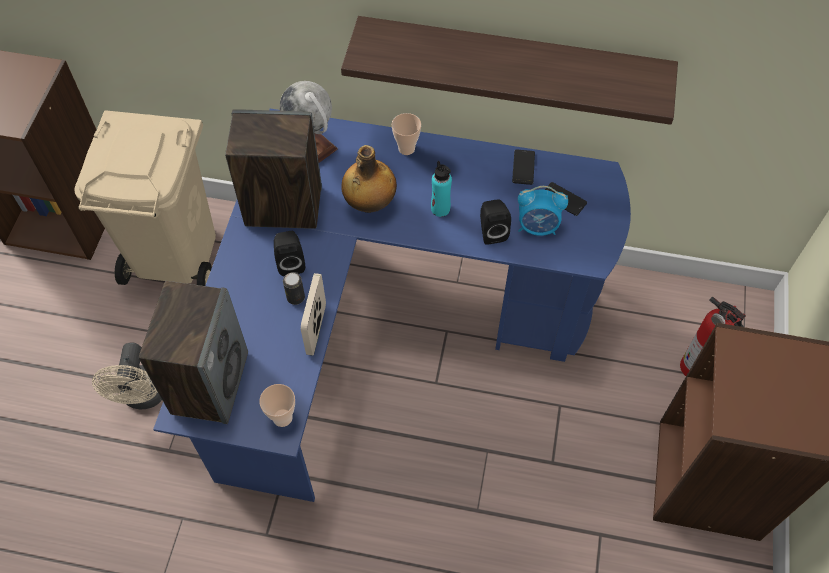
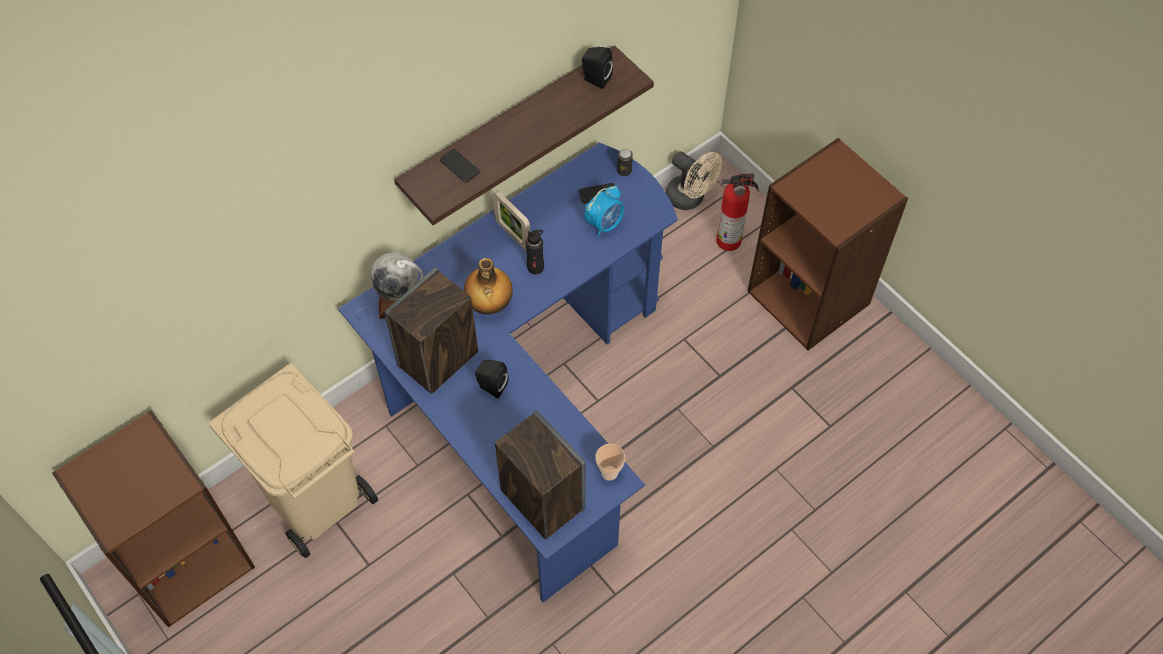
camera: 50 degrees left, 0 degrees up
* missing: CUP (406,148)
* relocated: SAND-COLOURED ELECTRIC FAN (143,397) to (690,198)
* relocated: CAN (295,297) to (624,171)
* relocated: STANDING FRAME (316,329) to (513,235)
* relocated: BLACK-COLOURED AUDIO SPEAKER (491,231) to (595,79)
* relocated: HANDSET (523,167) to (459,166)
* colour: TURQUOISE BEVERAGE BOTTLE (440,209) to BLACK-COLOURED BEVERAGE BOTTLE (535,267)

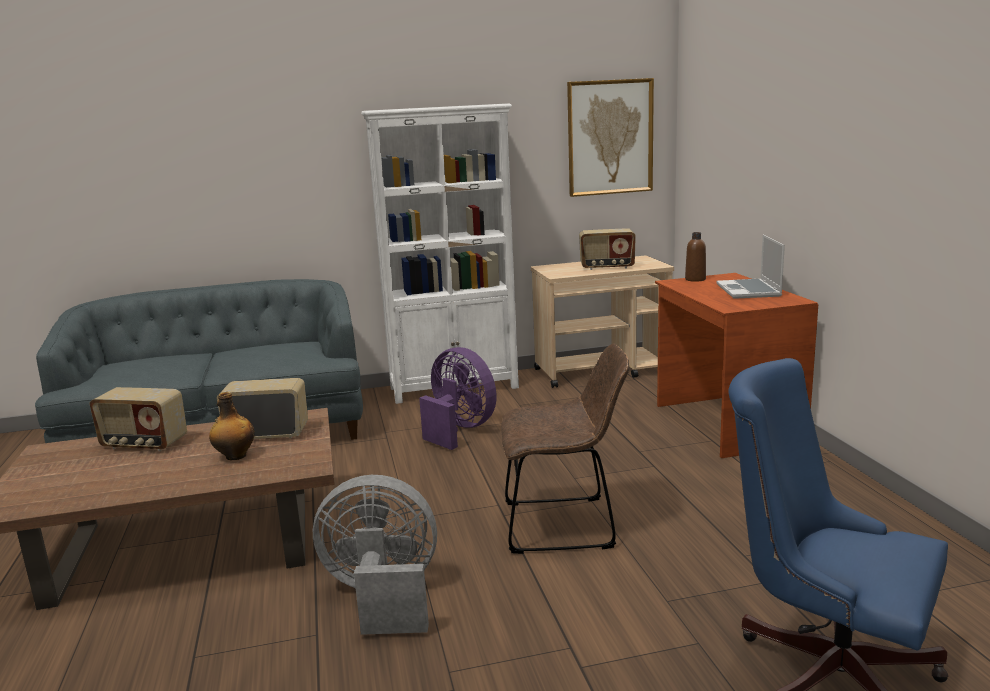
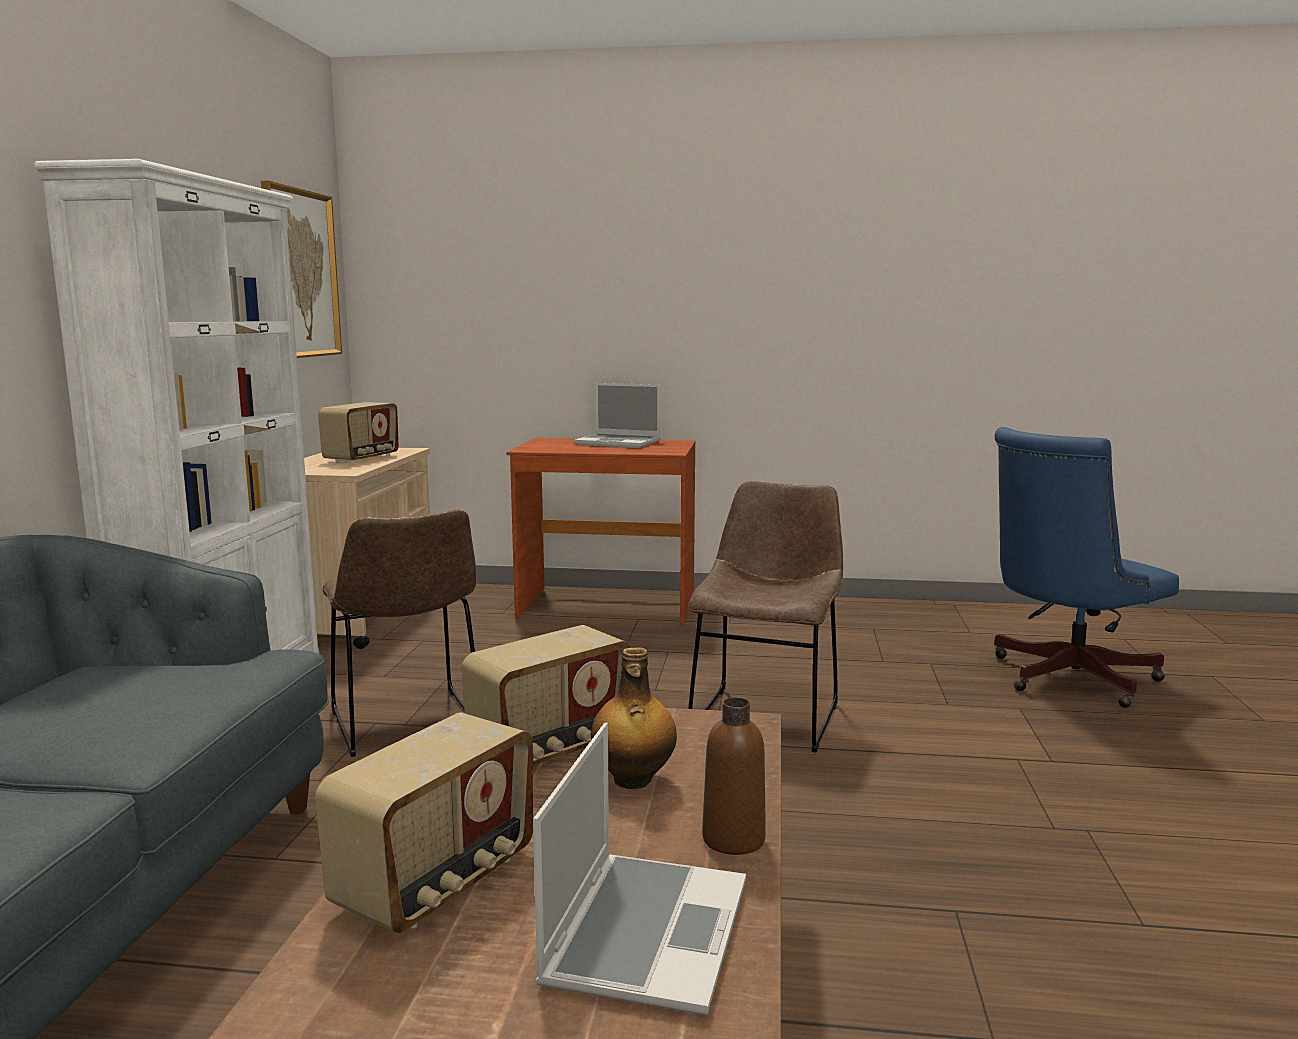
camera: 70 degrees left, 5 degrees down
* missing: GRAY ELECTRIC FAN (383,597)
* appeared: NOTEBOOK COMPUTER (645,931)
* relocated: BROWN BEVERAGE BOTTLE (695,279) to (733,839)
* exchanged: PURPLE-COLOURED ELECTRIC FAN (459,430) to BROWN CHAIR (407,725)
* spun: RADIO RECEIVER (268,434) = (552,748) 150 degrees counterclockwise

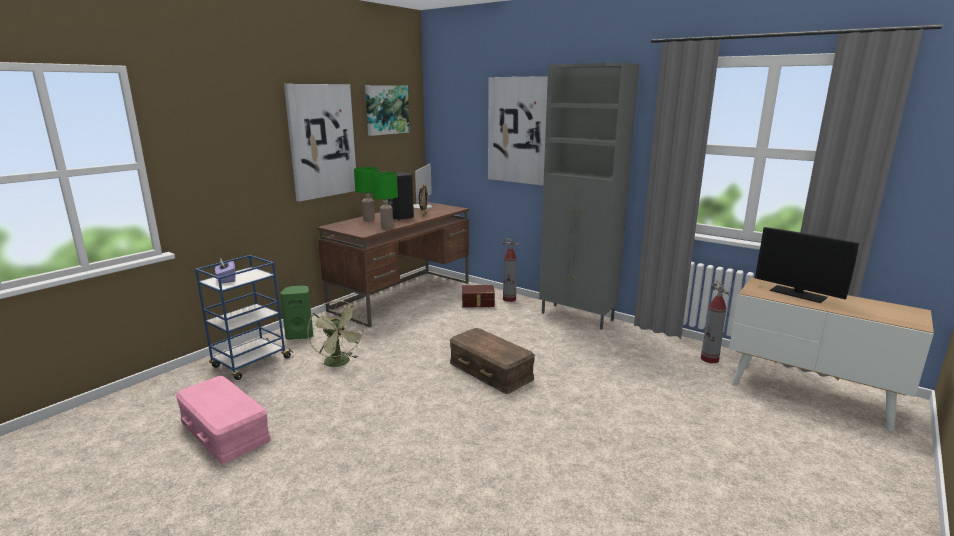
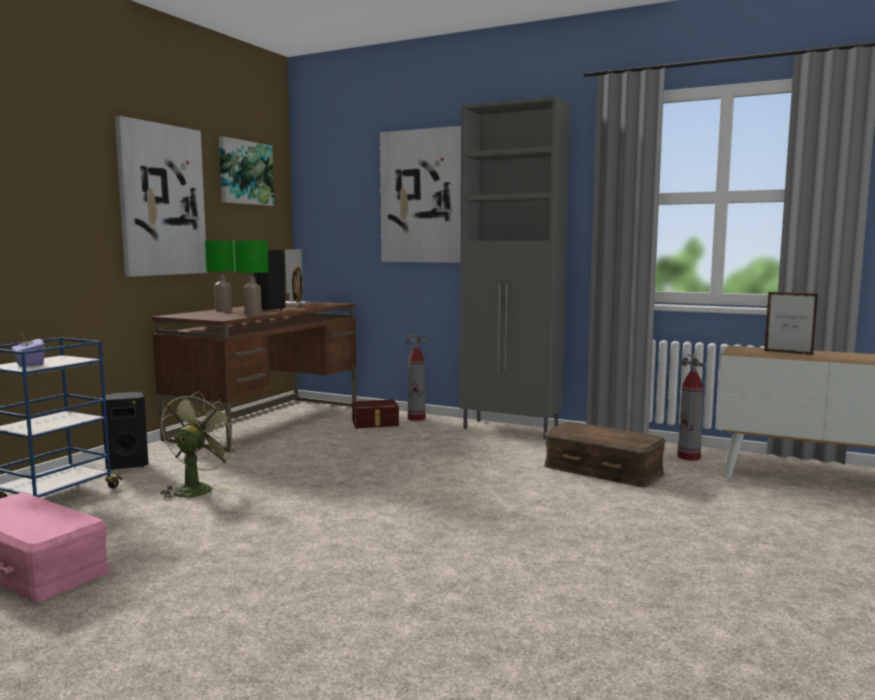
camera: 10 degrees left, 10 degrees down
* relocated: BROWN STORAGE BOX (491,370) to (603,469)
* exchanged: COMPUTER SCREEN (798,294) to STANDING FRAME (788,353)
* colour: GREEN-COLOURED AUDIO SPEAKER (300,335) to BLACK-COLOURED AUDIO SPEAKER (128,465)
* spun: GREEN-COLOURED ELECTRIC FAN (340,363) = (196,489) 120 degrees counterclockwise

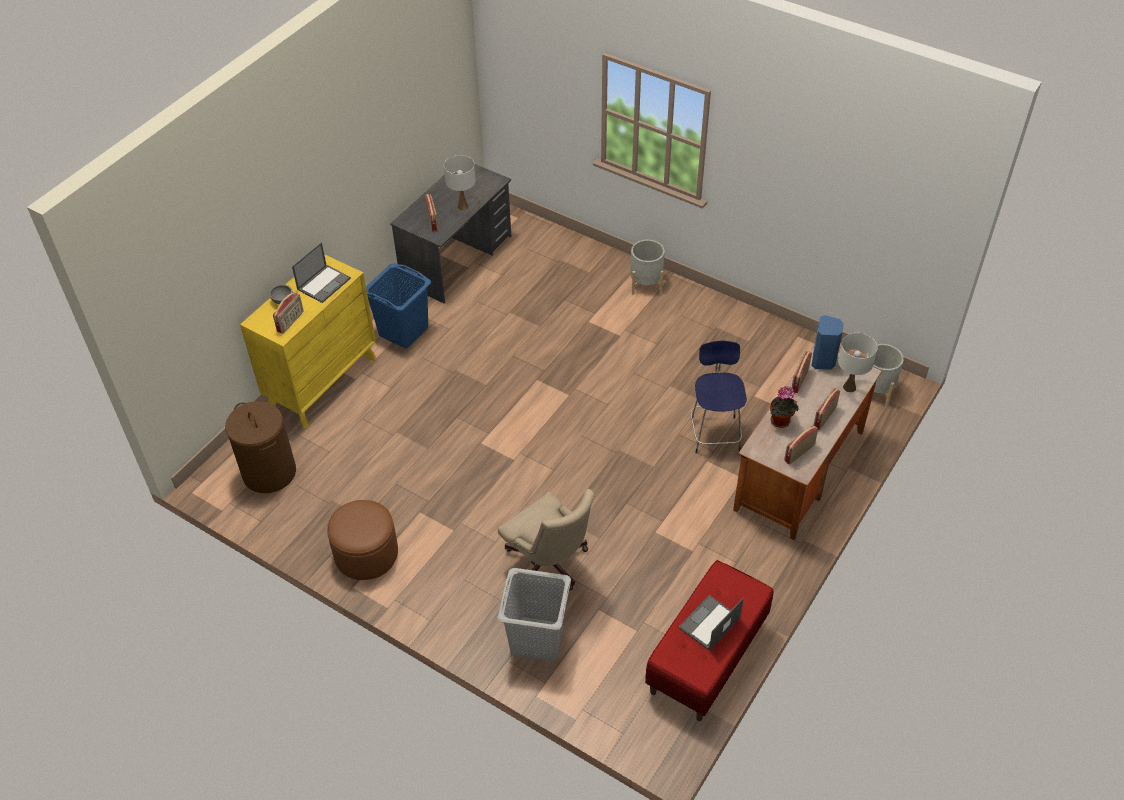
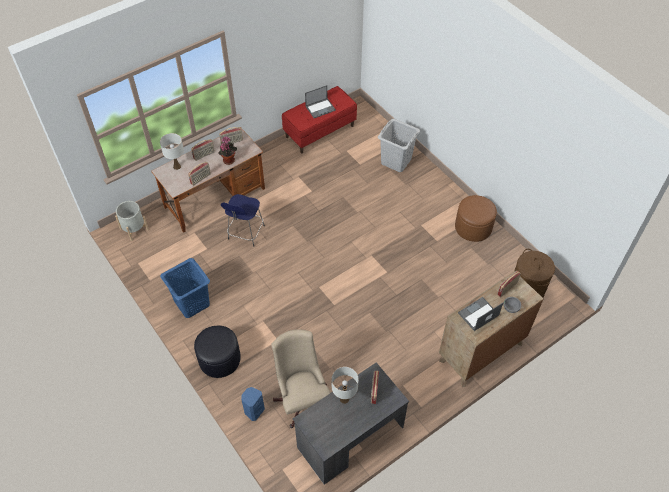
camera: 160 degrees left, 5 degrees up
* relocated: BLUE HAMPER (404,331) to (191,303)
* relocated: SAND-COLOURED COMPUTER CHAIR (549,565) to (302,398)
* relocated: BLUE AUDIO SPEAKER (823,361) to (254,411)
* exchanged: GRAY FLOWER POT (646,284) to BLACK-COLOURED FOOTREST (219,359)
* colour: YELLOW-COLOURED DRESSER (322,382) to BROWN DRESSER (481,352)

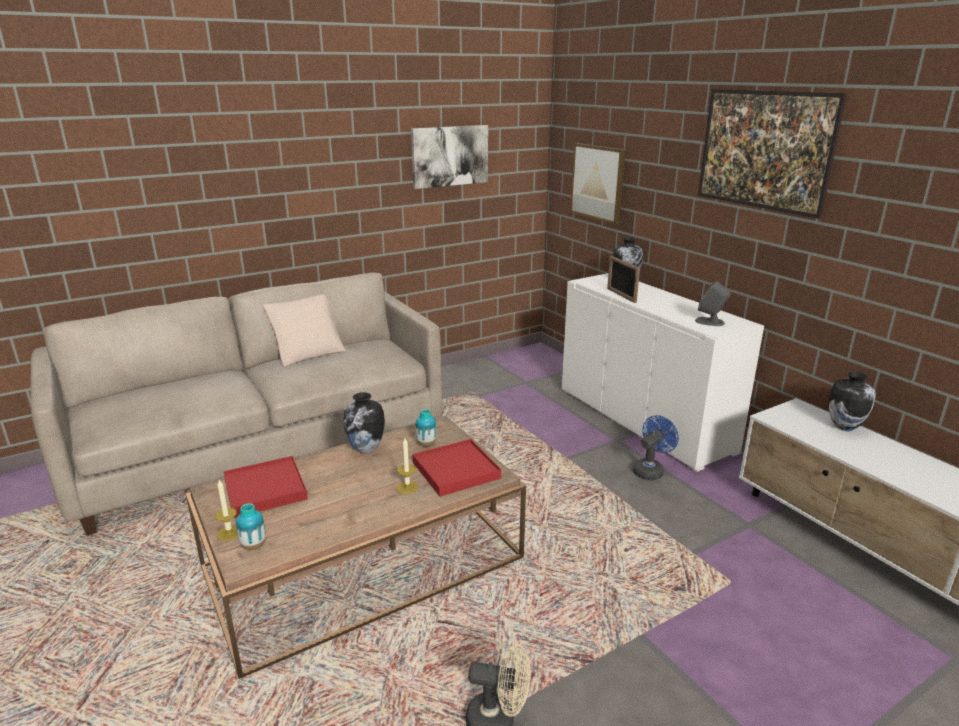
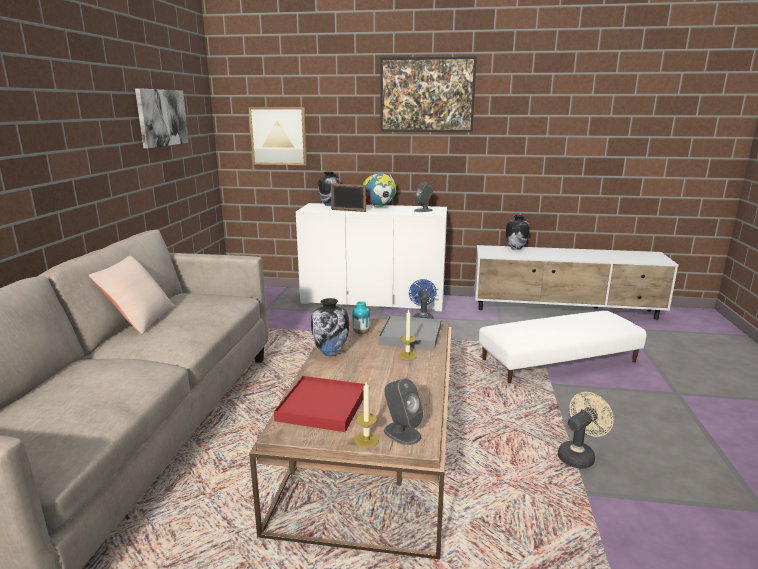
camera: 50 degrees left, 5 degrees down
* appeared: WORLD GLOBE (379,207)
* appeared: WHITE-COLOURED FOOTREST (558,360)
* exchanged: FLOWER VASE (253,546) to GRAY AUDIO SPEAKER (401,433)
* colour: RED TRAY (456,470) to GRAY TRAY (410,335)

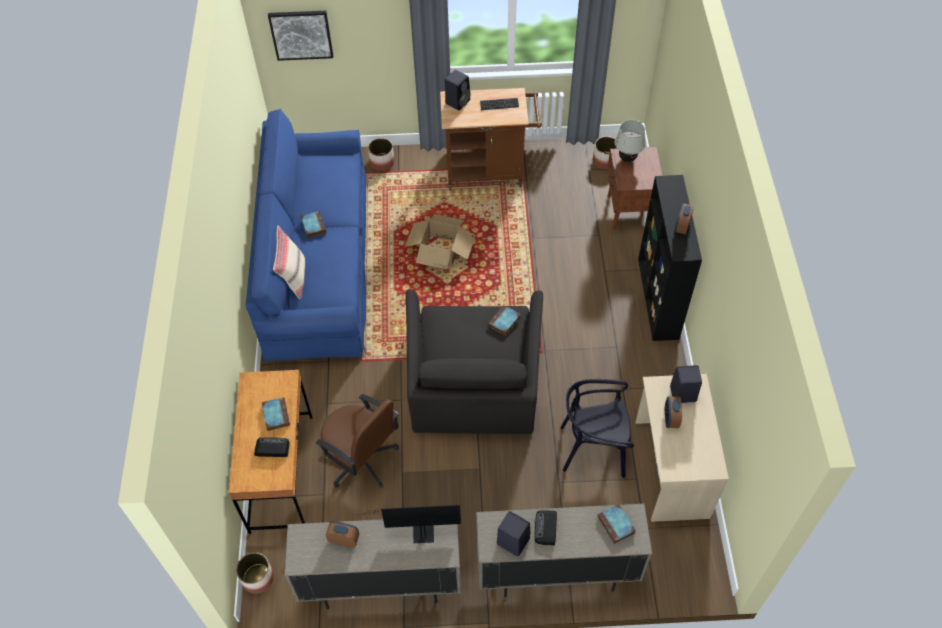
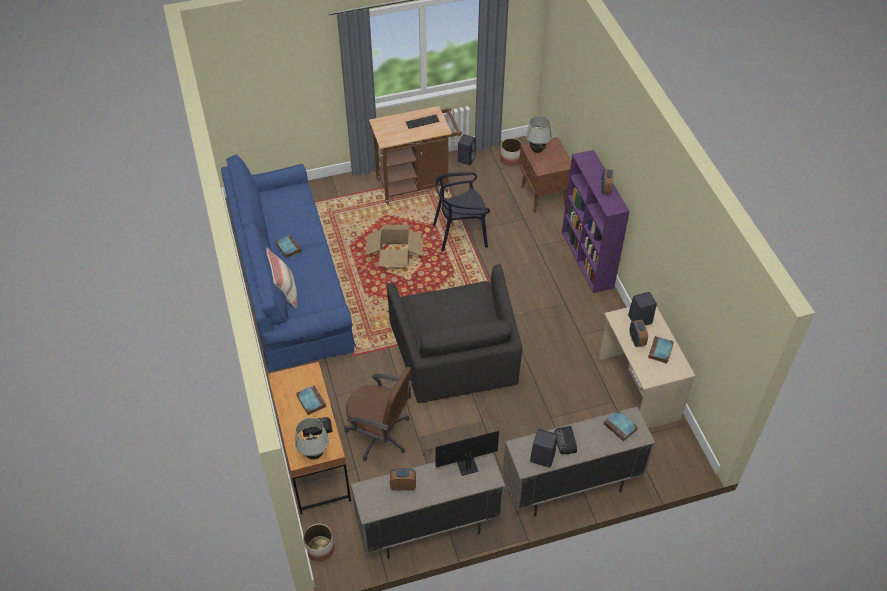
camera: 15 degrees left, 5 degrees down
* missing: WALL ART (301,34)
* missing: FLOWER POT (382,162)
* appeared: WHITE-COLOURED TABLE LAMP (314,454)
* relocated: BLACK-COLOURED AUDIO SPEAKER (458,101) to (466,158)
* relocated: BOUND BOOK (504,322) to (660,351)
* relocated: BLACK-COLOURED CHAIR (593,448) to (460,234)
* colour: BLACK-COLOURED BOOKSHELF (658,299) to PURPLE-COLOURED BOOKSHELF (587,260)

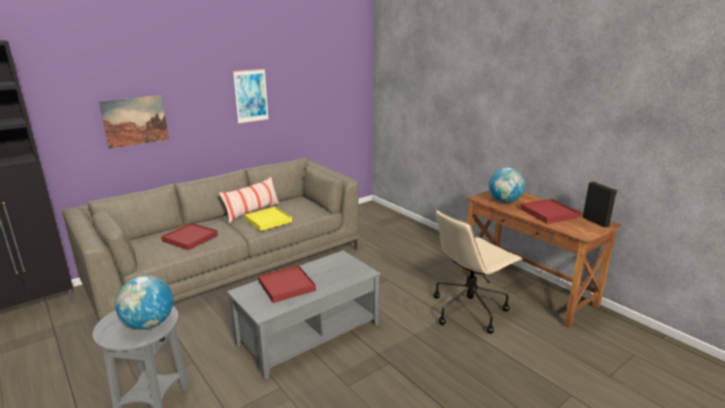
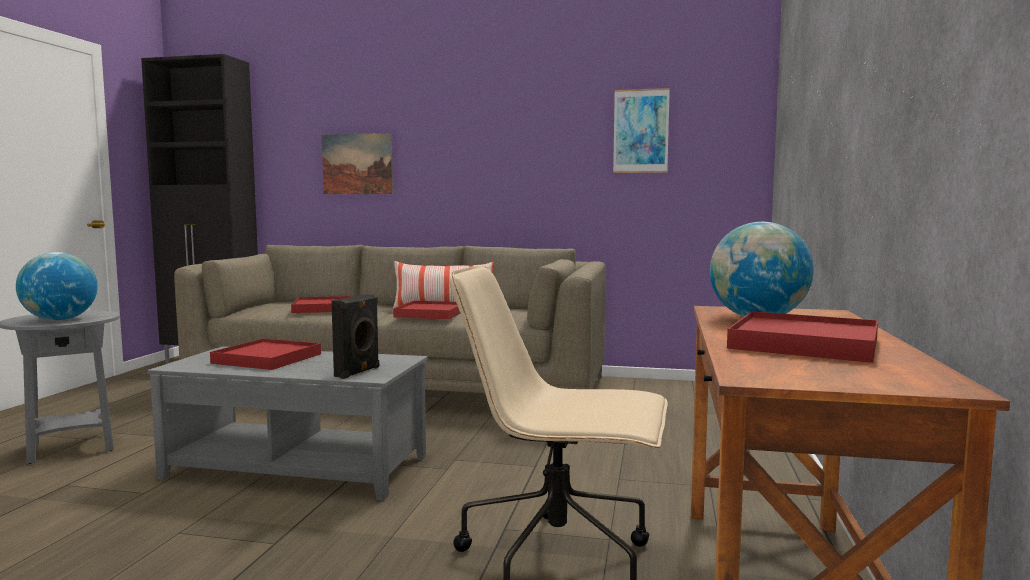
camera: 50 degrees right, 15 degrees down
* relocated: WALL ART (251,96) to (641,131)
* relocated: BLACK-COLOURED AUDIO SPEAKER (596,221) to (358,372)
* colour: YELLOW-COLOURED TRAY (268,220) to RED TRAY (431,314)

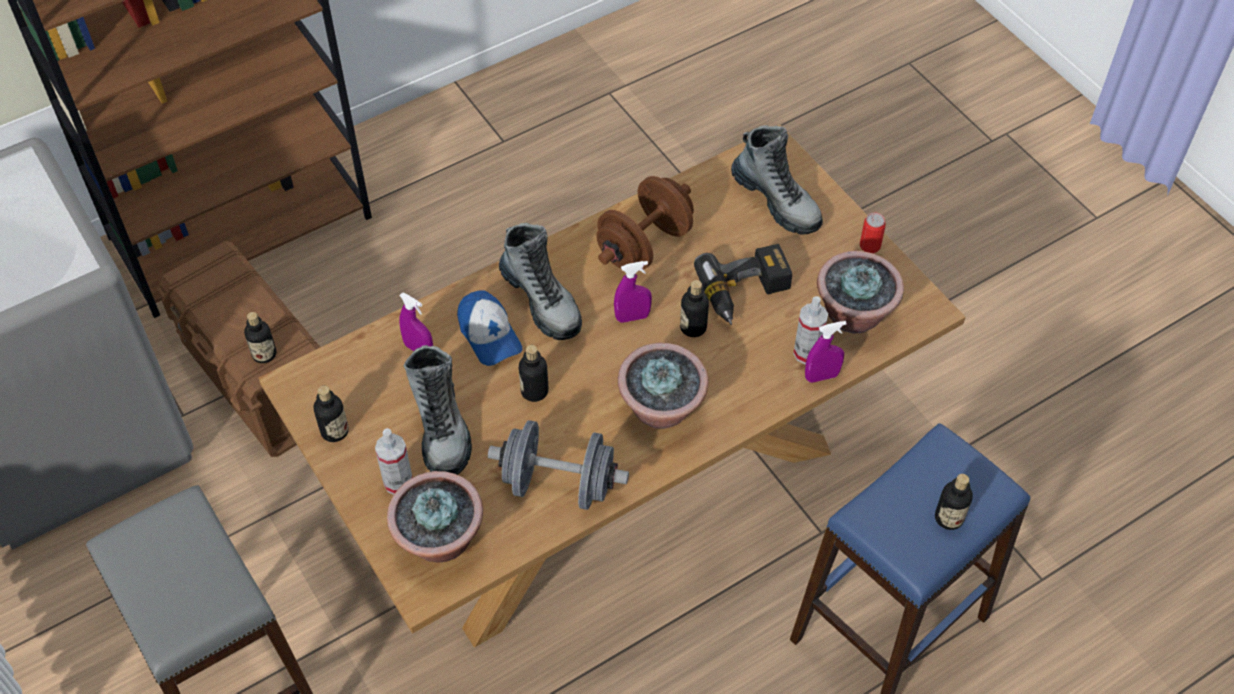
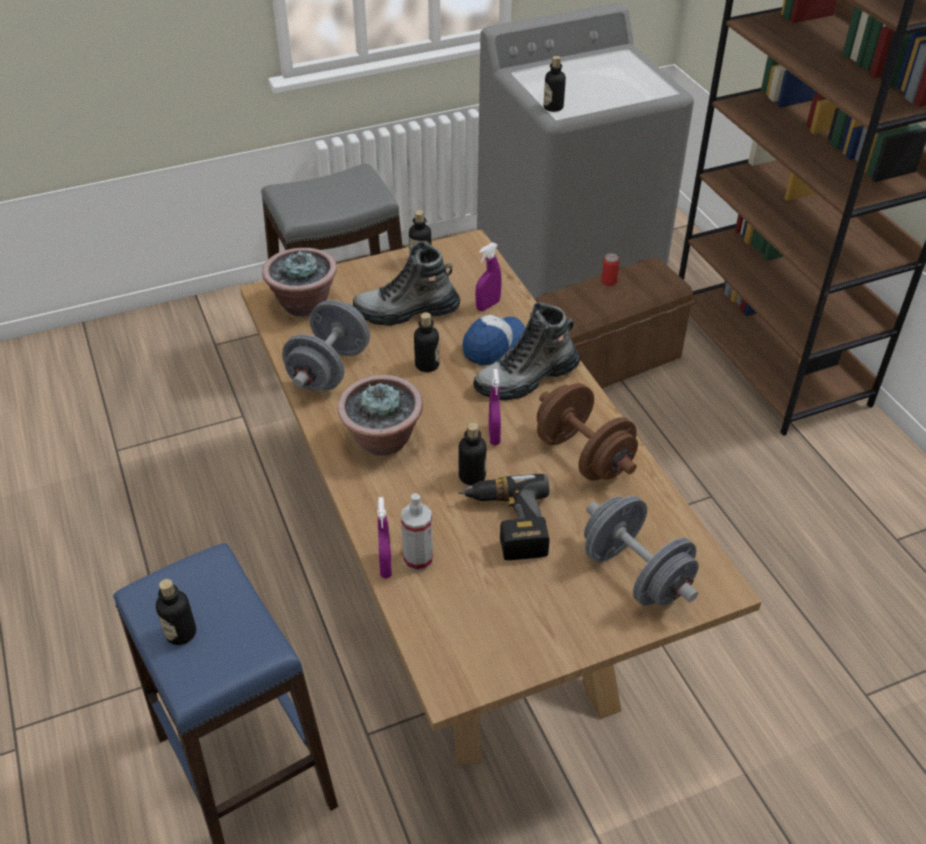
camera: 100 degrees right, 10 degrees down
* missing: SPRAYER (398,482)
* missing: HOUSEPLANT (853,315)
* relocated: BEVERAGE BOTTLE (264,354) to (553,107)
* relocated: CAN (870,245) to (608,282)
* exchanged: BOOT (776,200) to GRAY DUMBBELL (635,574)
* spun: PEAKED CAP (489,335) = (493,344) 150 degrees clockwise

